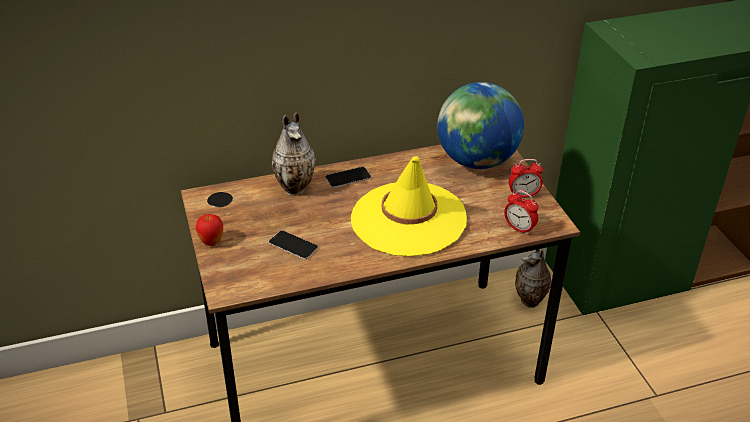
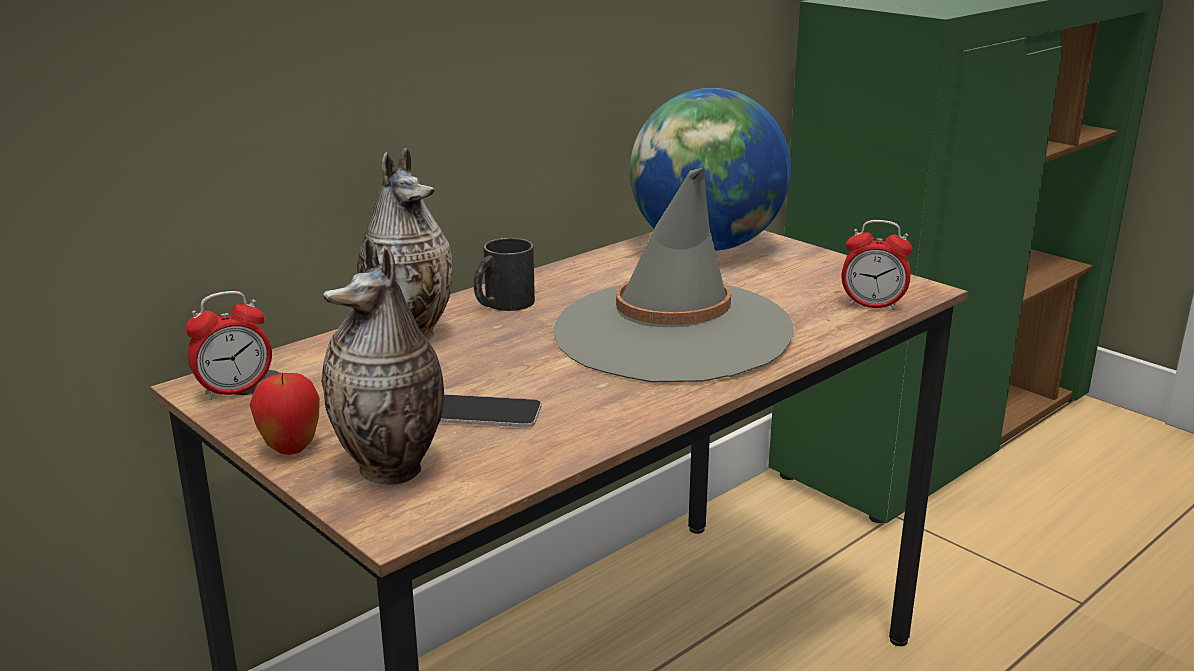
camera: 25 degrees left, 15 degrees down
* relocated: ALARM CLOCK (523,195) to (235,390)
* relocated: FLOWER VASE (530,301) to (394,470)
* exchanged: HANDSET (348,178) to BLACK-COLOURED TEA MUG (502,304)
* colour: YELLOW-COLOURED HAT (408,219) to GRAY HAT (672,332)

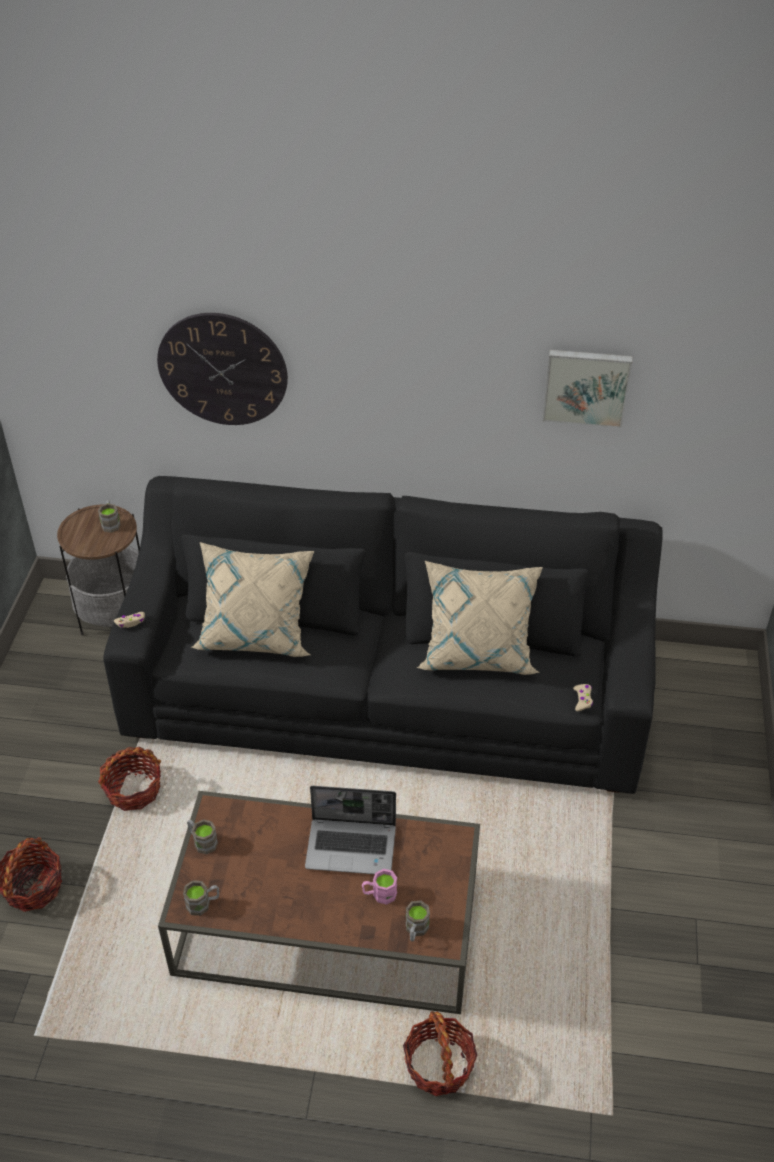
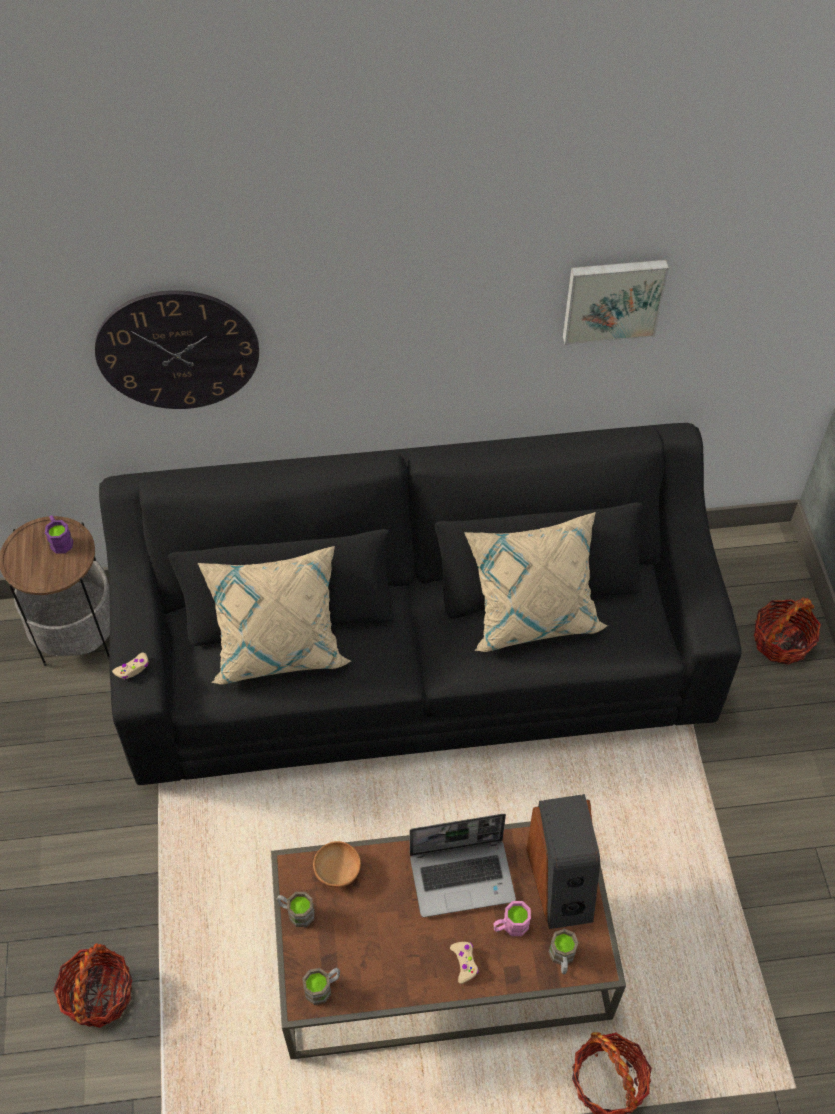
camera: 15 degrees left, 10 degrees up
* appeared: BROWN SERVING BOWL (338,871)
* appeared: AUDIO SPEAKER (561,882)
* relocated: STORAGE BASKET (133,790) to (781,641)
* relocated: SAND-COLOURED GAME CONTROLLER (582,700) to (464,962)
* colour: BROWN TEA MUG (111,523) to PURPLE-COLOURED TEA MUG (60,540)

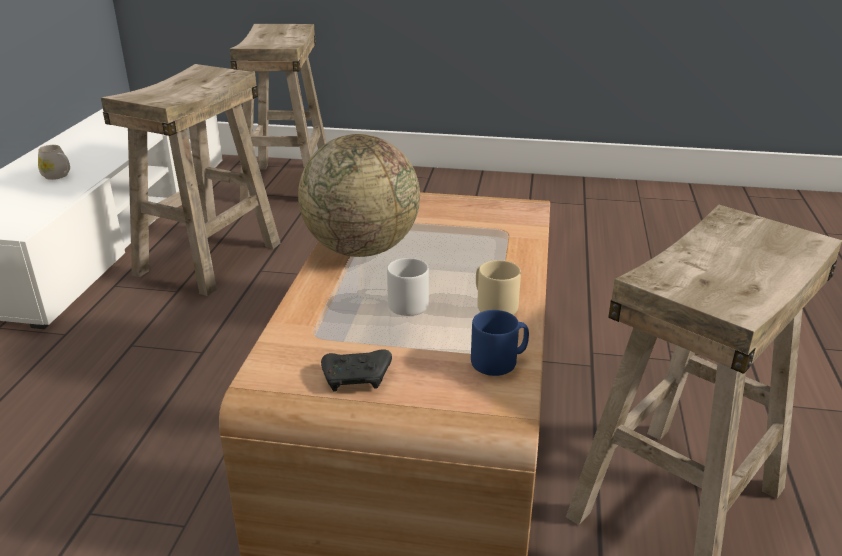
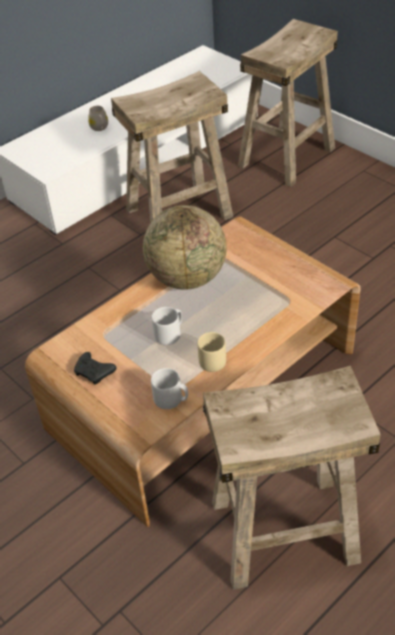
camera: 40 degrees right, 15 degrees up
* colour: BLUE TEA MUG (499,362) to GRAY TEA MUG (171,399)

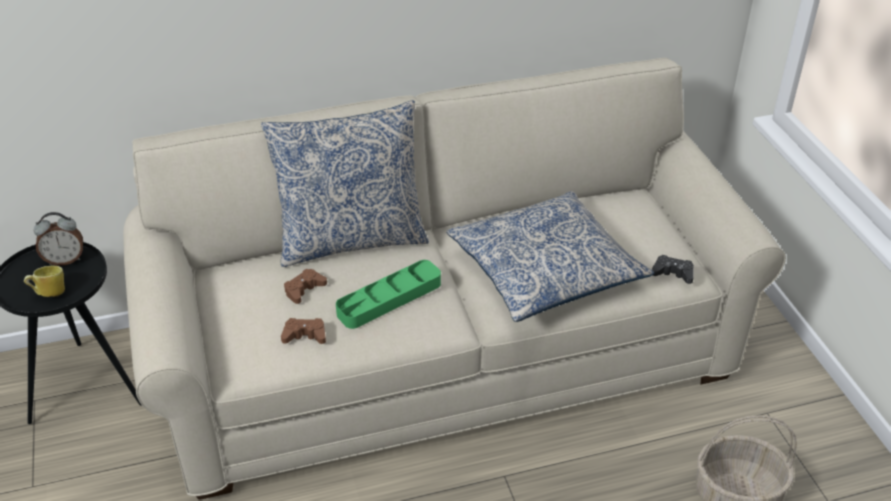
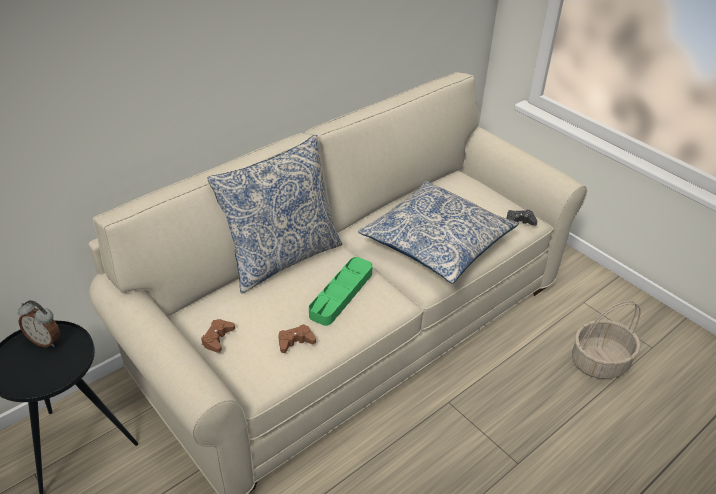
camera: 25 degrees left, 0 degrees up
* missing: TEA MUG (49,293)
* relocated: BROWN GAME CONTROLLER (304,290) to (217,338)
* spun: ALARM CLOCK (65,260) = (46,340) 60 degrees clockwise

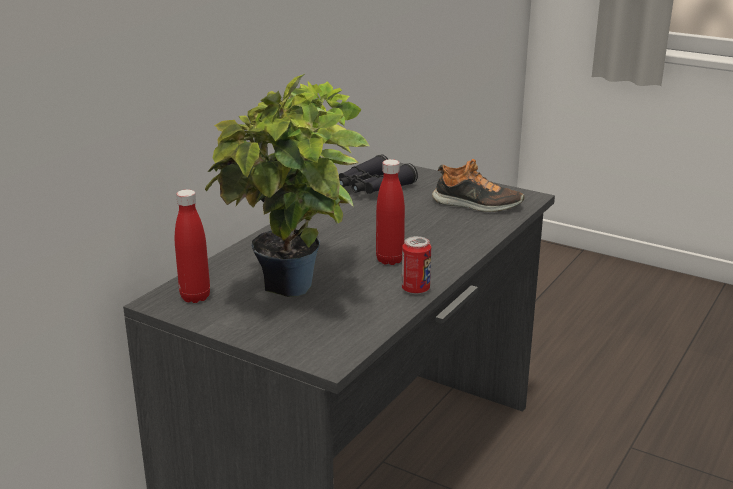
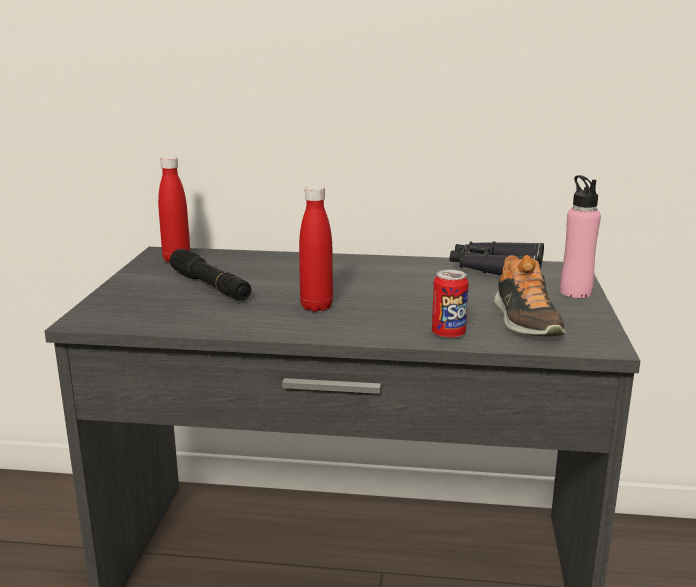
camera: 65 degrees right, 5 degrees down
* appeared: PINK BEVERAGE BOTTLE (575,292)
* relocated: CAN (415,289) to (448,334)
* exchanged: HOUSEPLANT (295,292) to BLACK-COLOURED HAND TORCH (210,286)

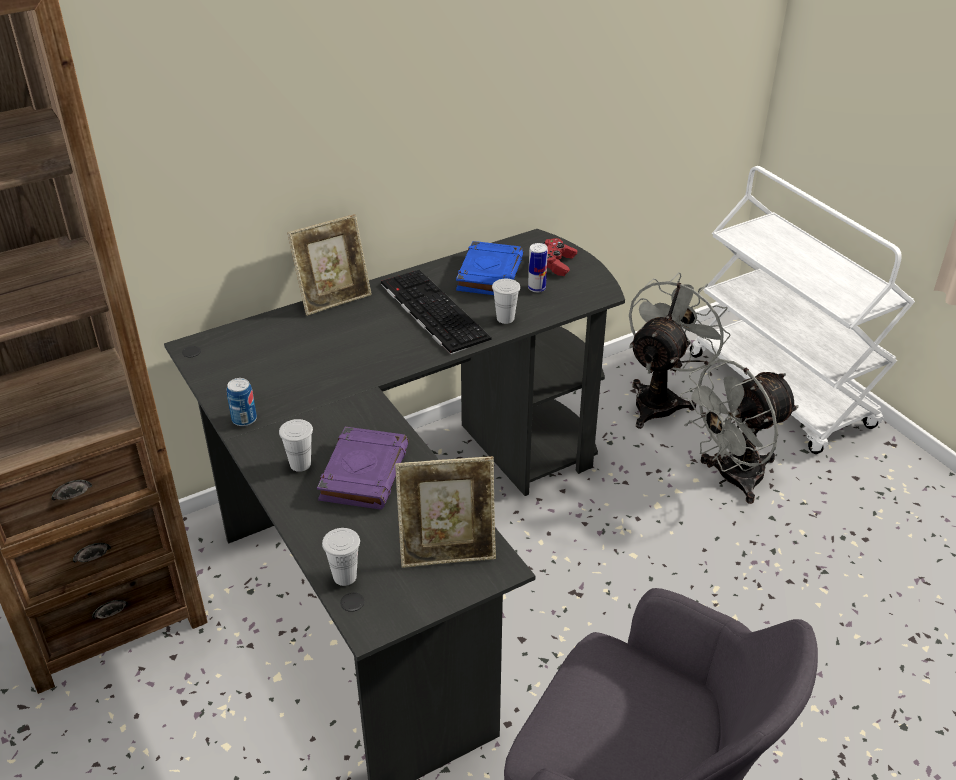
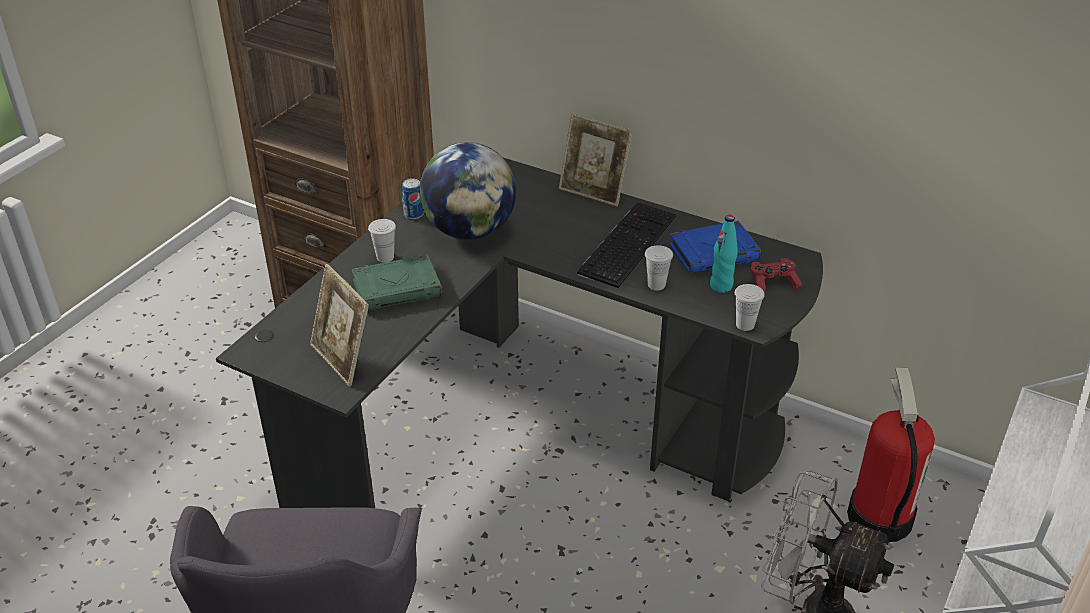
camera: 60 degrees right, 0 degrees up
* appeared: WORLD GLOBE (469,230)
* relocated: WHITE-COLOURED CUP (345,576) to (745,324)
* exchanged: CAN (536,288) to TURQUOISE BEVERAGE BOTTLE (721,286)
* exchanged: GRAY ELECTRIC FAN (661,399) to EXTINGUISHER (878,516)
* colour: PURPLE-COLOURED BOUND BOOK (364,472) to GREEN-COLOURED BOUND BOOK (398,289)

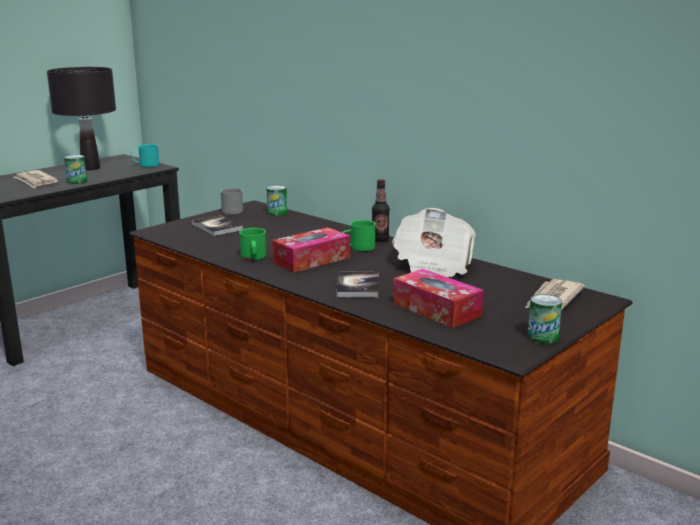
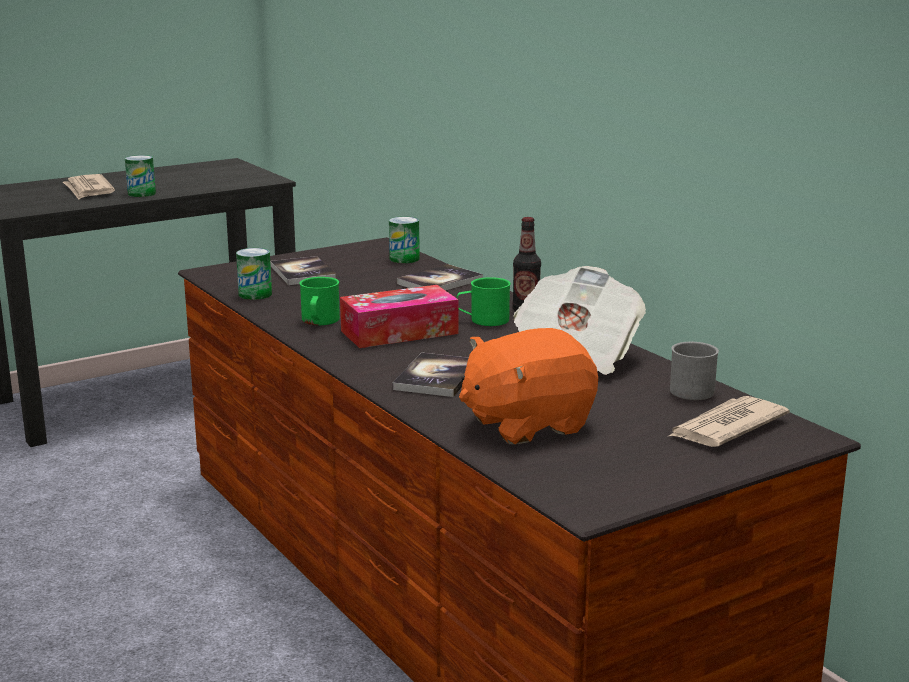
camera: 15 degrees right, 0 degrees up
* missing: BLACK-COLOURED TABLE LAMP (91,168)
* missing: TURQUOISE TEA MUG (146,165)
* appeared: BOUND BOOK (440,282)
* relocated: GRAY TEA MUG (234,210) to (695,389)
* relocated: CAN (542,337) to (255,294)
* exchanged: TISSUE BOX (436,309) to ORANGE CUDDLY TOY (526,424)

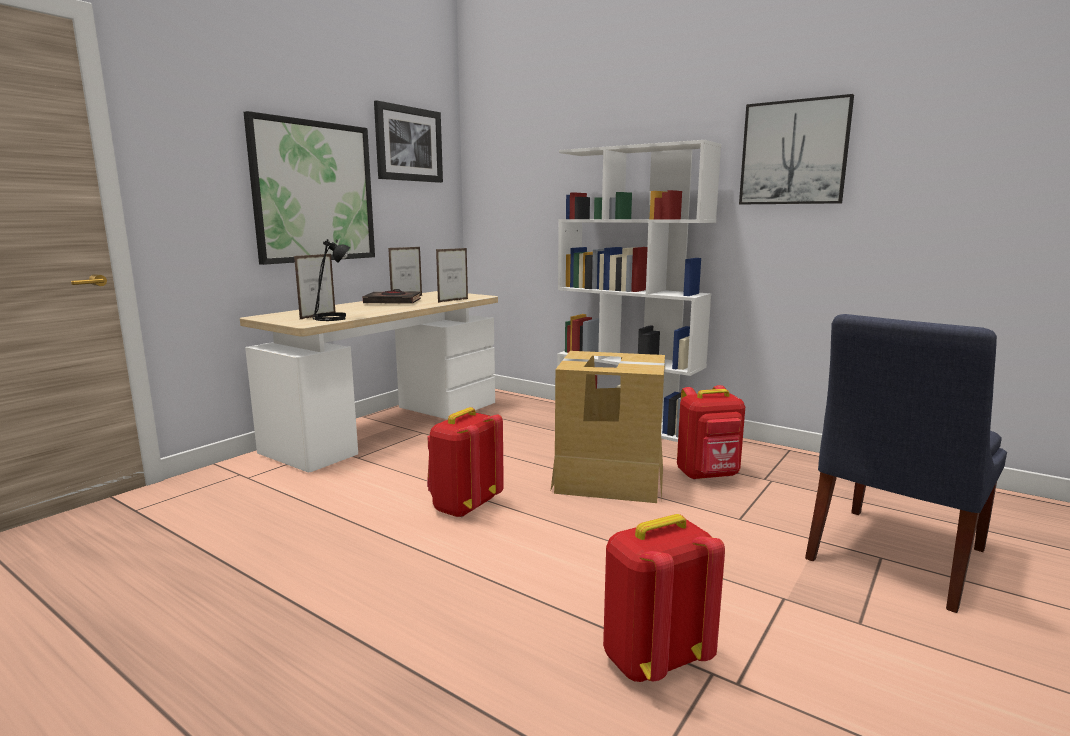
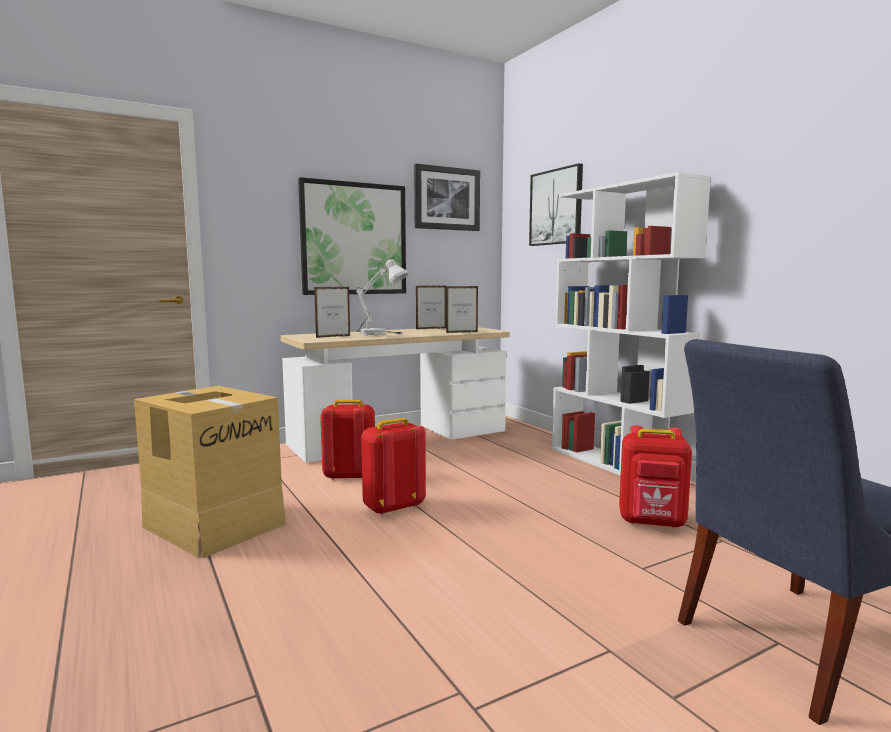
camera: 25 degrees right, 5 degrees down
* missing: BLACK-COLOURED TABLE LAMP (331,318)
* missing: BLACK-COLOURED BOUND BOOK (393,302)
* appeared: WHITE-COLOURED TABLE LAMP (380,334)
* relocated: PACKING BOX (608,479) to (215,524)
* relocated: RED BACKPACK (653,659) to (349,476)
* relocated: WALL ART (794,153) to (556,207)

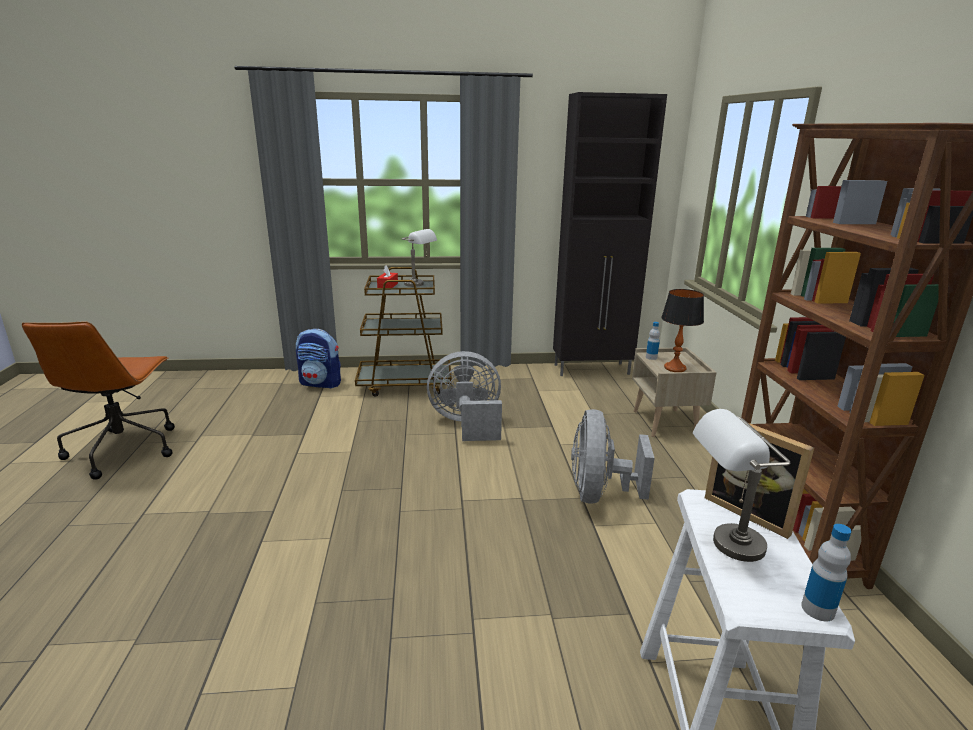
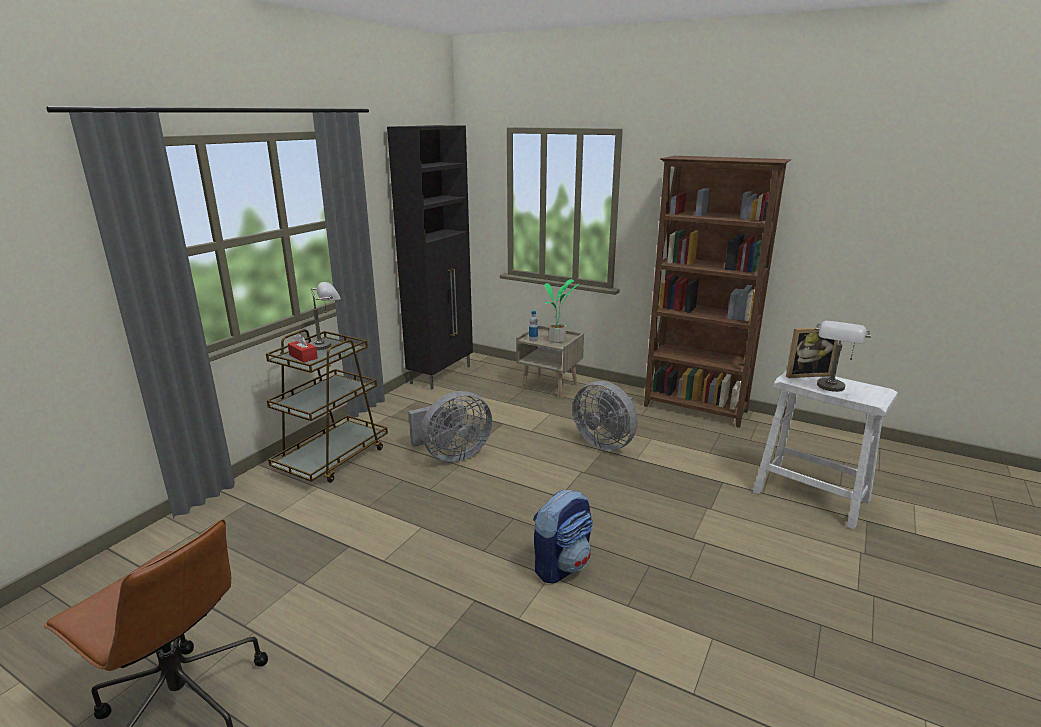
camera: 55 degrees left, 0 degrees up
* missing: BEVERAGE BOTTLE (818,609)
* relocated: BACKPACK (321,383) to (562,565)
* exchanged: TABLE LAMP (674,368) to HOUSEPLANT (558,340)
* spun: GRAY ELECTRIC FAN (467,424) = (452,455) 150 degrees counterclockwise

